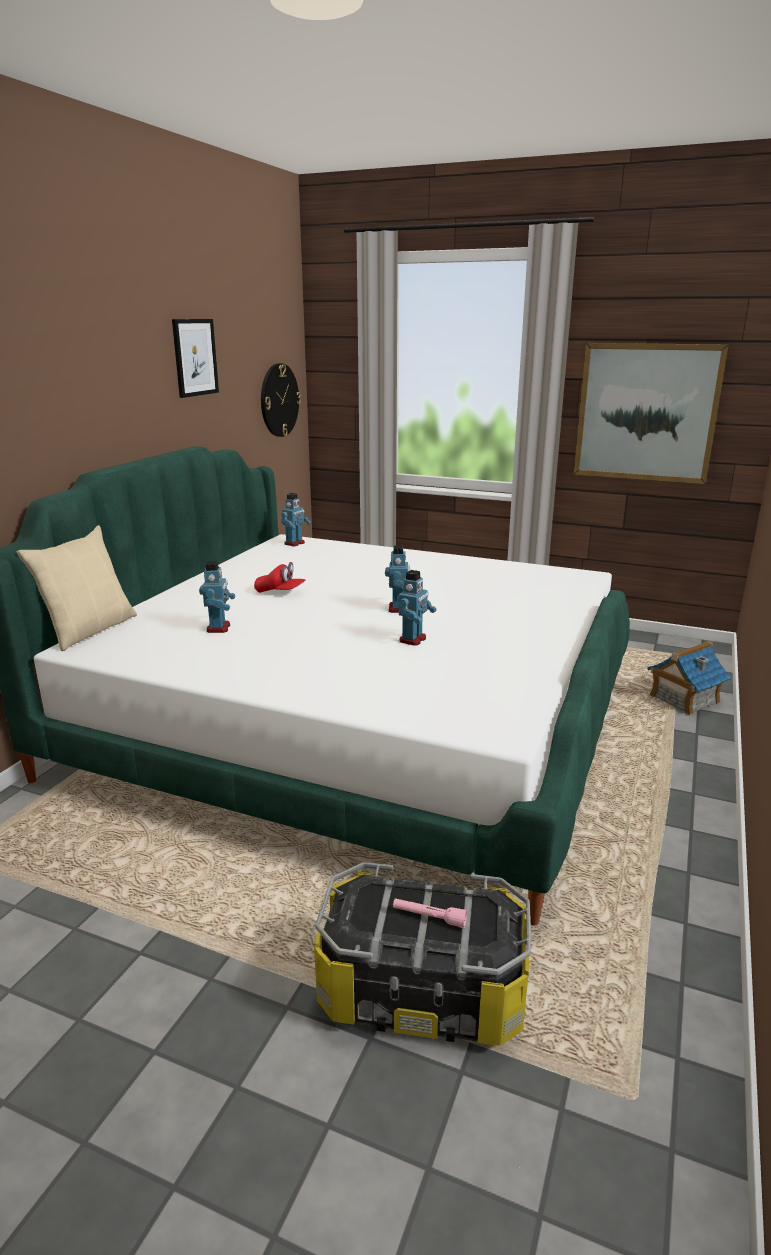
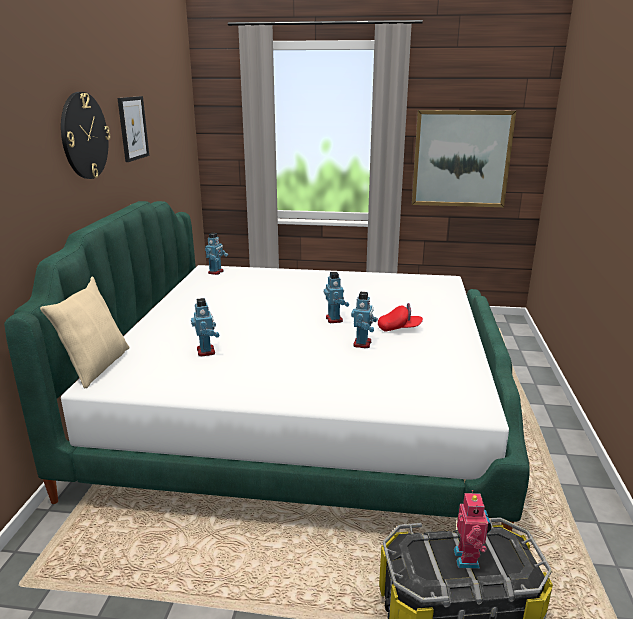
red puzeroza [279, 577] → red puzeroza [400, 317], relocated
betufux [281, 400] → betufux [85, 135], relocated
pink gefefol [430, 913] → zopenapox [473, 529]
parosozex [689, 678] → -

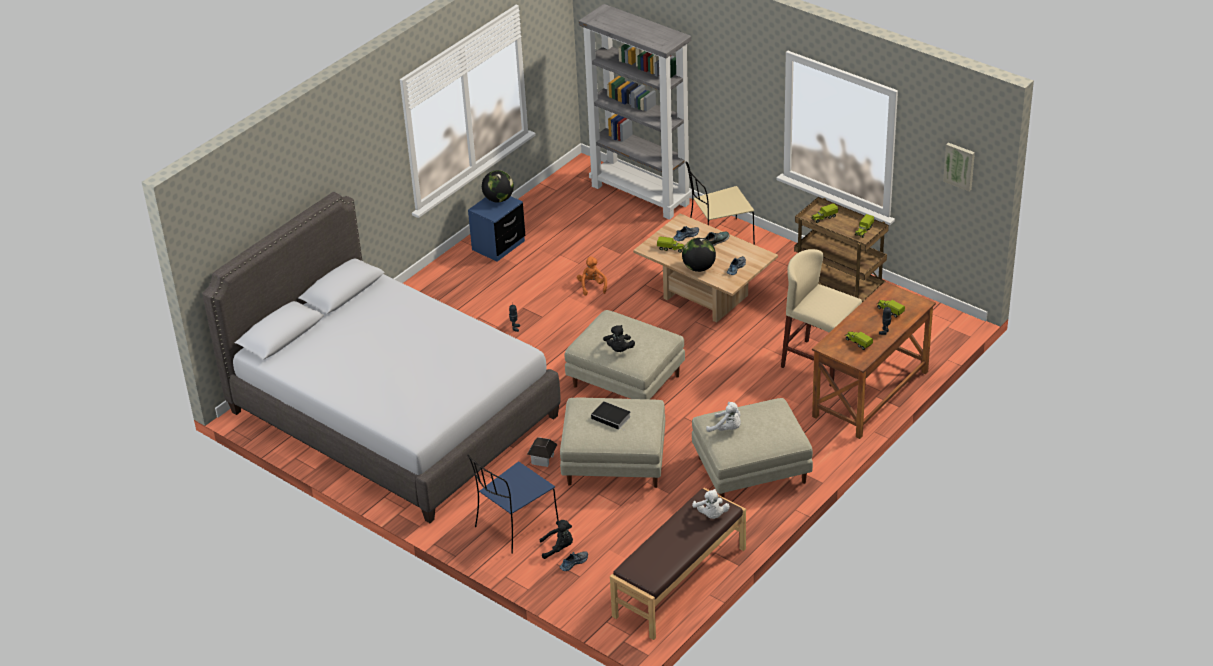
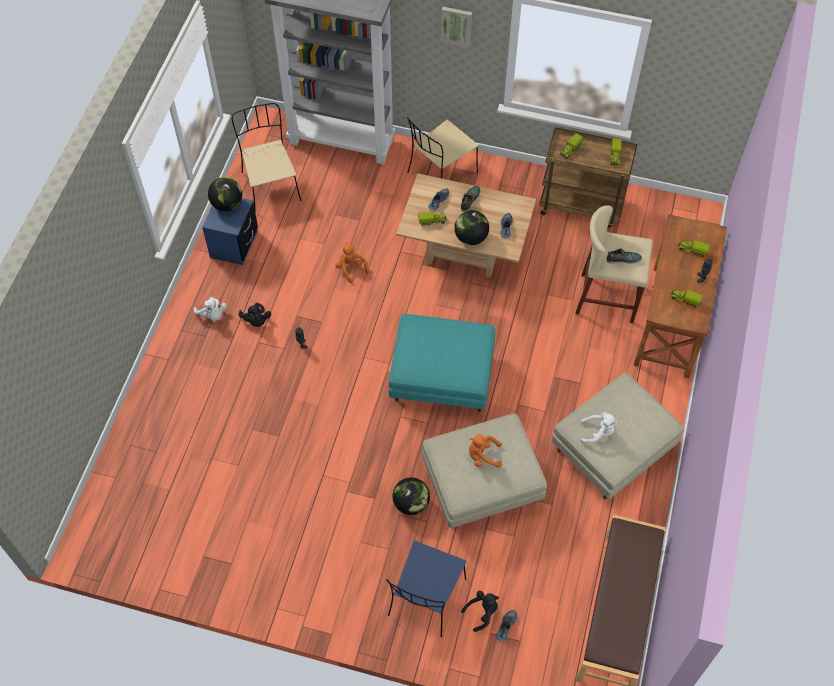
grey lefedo [381, 357] → -
parosozex [542, 452] → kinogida [411, 496]
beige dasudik [625, 354] → turquoise dasudik [442, 363]
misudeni [611, 416] → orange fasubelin [485, 451]
black fasubelin [619, 338] → black fasubelin [255, 315], relocated
white fasubelin [711, 504] → white fasubelin [210, 308], relocated
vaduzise [959, 167] → vaduzise [456, 27], relocated
- → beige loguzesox [266, 156]
- → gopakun [624, 256]

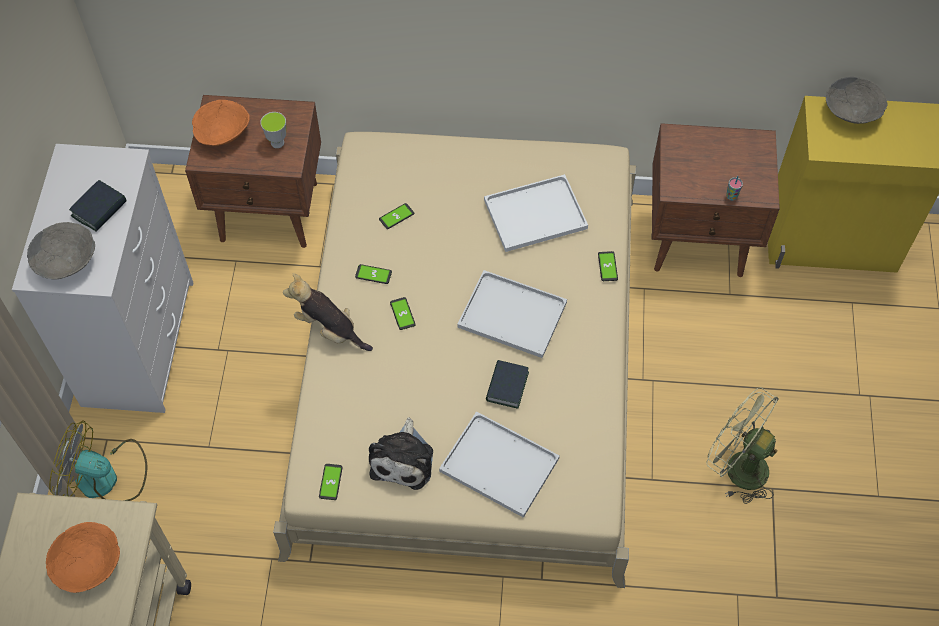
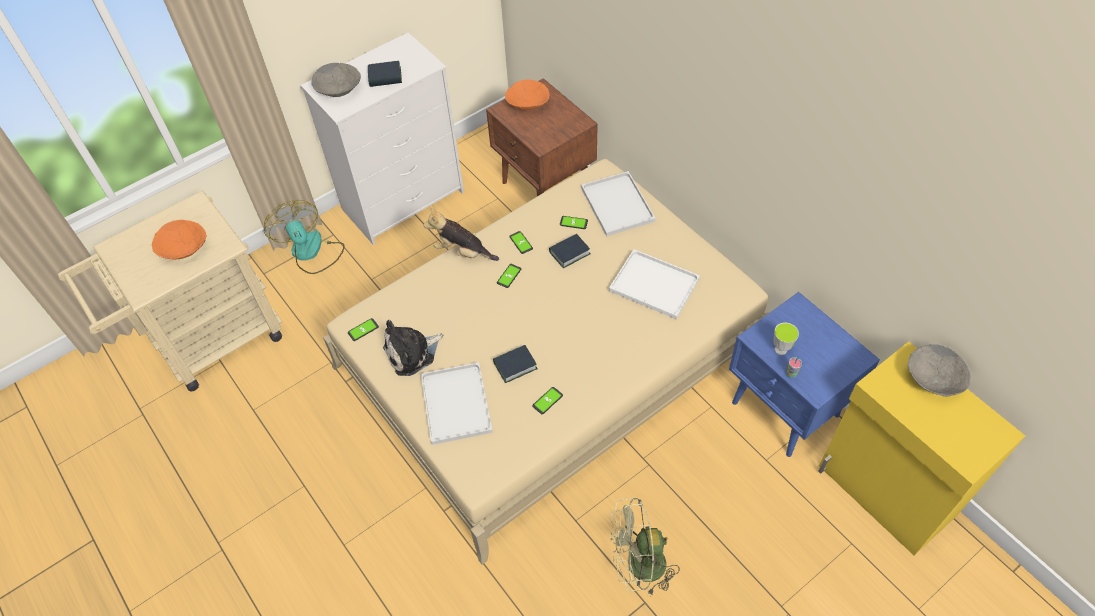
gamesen [273, 130] → gamesen [786, 339], relocated
fasubelin [328, 312] → fasubelin [461, 234], 60 degrees counterclockwise
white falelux [512, 314] → white falelux [618, 203], relocated
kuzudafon [608, 266] → kuzudafon [547, 400], relocated
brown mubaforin [716, 200] → blue mubaforin [804, 374]
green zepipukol [742, 445] → green zepipukol [645, 547], 90 degrees counterclockwise
- → misudeni [569, 251]

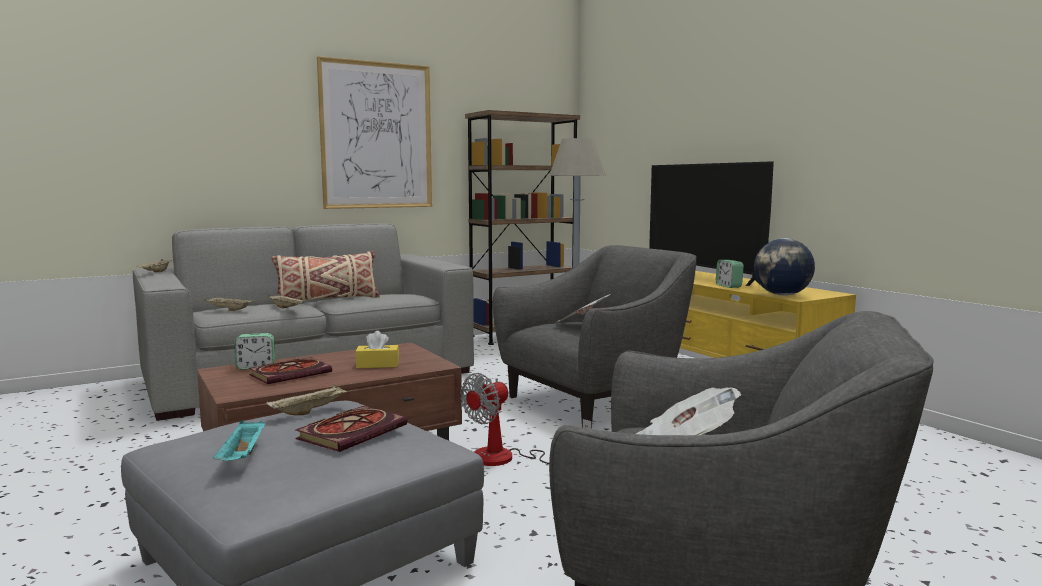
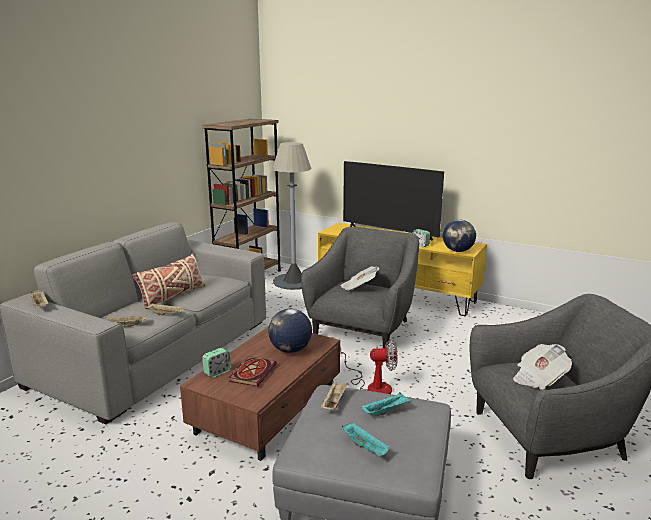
misudeni [352, 429] → turquoise falelux [386, 404]
vaduzise [374, 132] → -
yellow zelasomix [377, 349] → kinogida [290, 331]
zepipukol [526, 419] → zepipukol [369, 366], 105 degrees counterclockwise

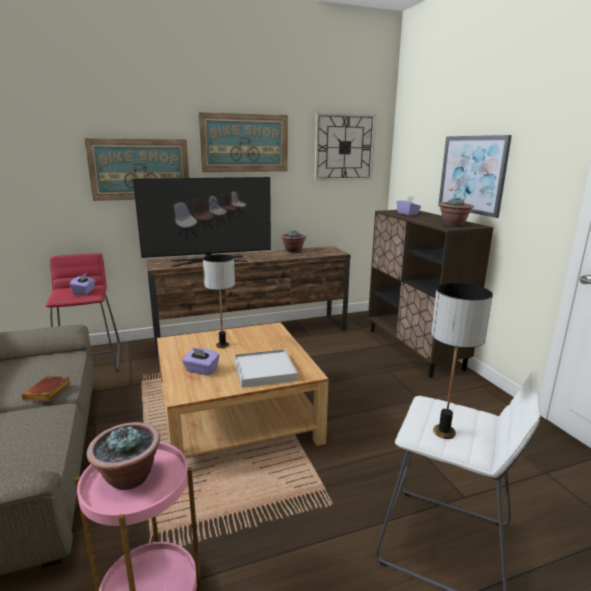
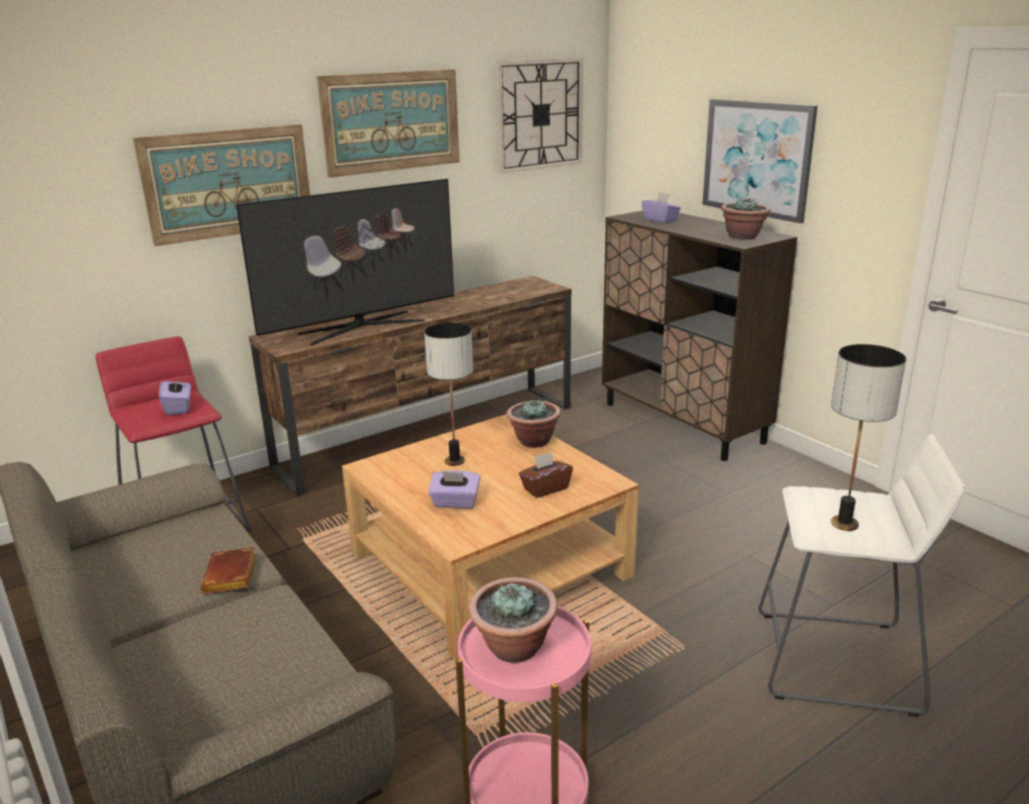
white falelux [266, 368] → brown zelasomix [546, 475]
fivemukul [293, 242] → fivemukul [534, 423], relocated

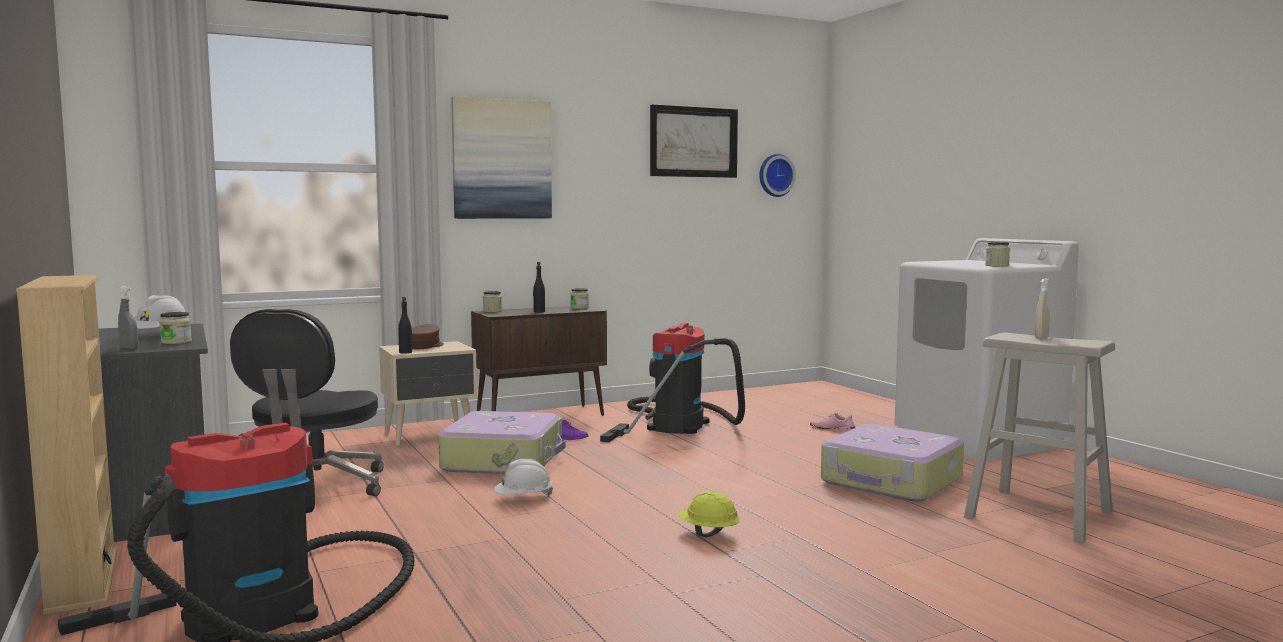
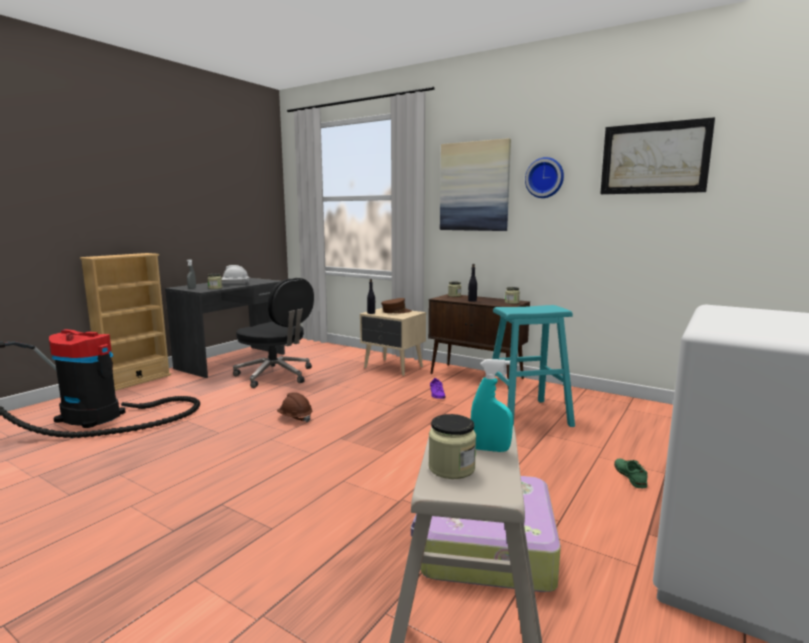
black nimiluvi [307, 402] → black nimiluvi [273, 333], 120 degrees counterclockwise
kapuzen [502, 442] → -
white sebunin [523, 477] → brown sebunin [295, 407]
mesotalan [672, 382] → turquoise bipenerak [533, 366]
yellow sebunin [709, 514] → -
betufux [777, 175] → betufux [544, 177], relocated
pink gopakun [832, 422] → green gopakun [630, 473]
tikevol [997, 254] → tikevol [452, 446], relocated
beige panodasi [1042, 308] → turquoise panodasi [492, 405]

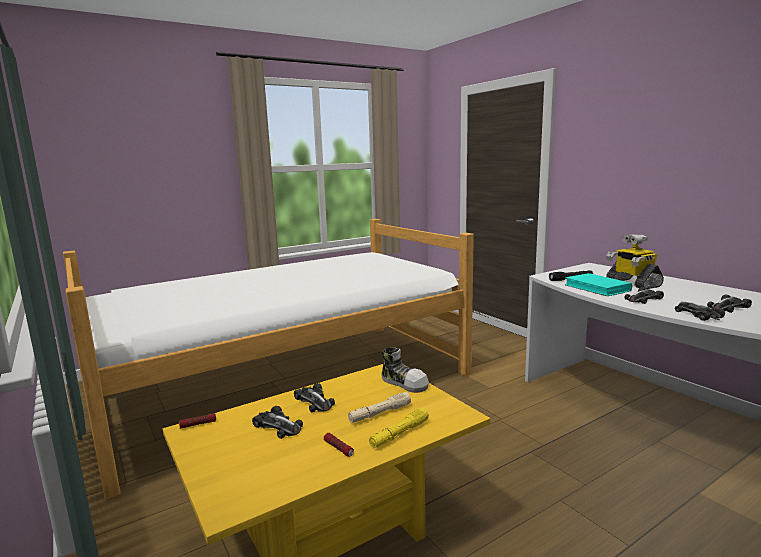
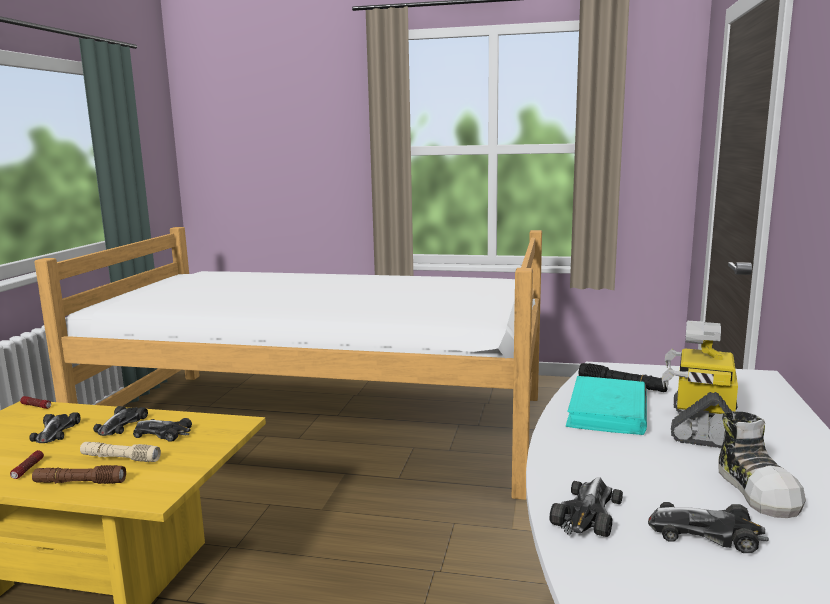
yellow gefefol [399, 428] → brown gefefol [79, 474]
gopakun [405, 370] → gopakun [762, 464], relocated
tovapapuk [644, 295] → tovapapuk [162, 430], relocated

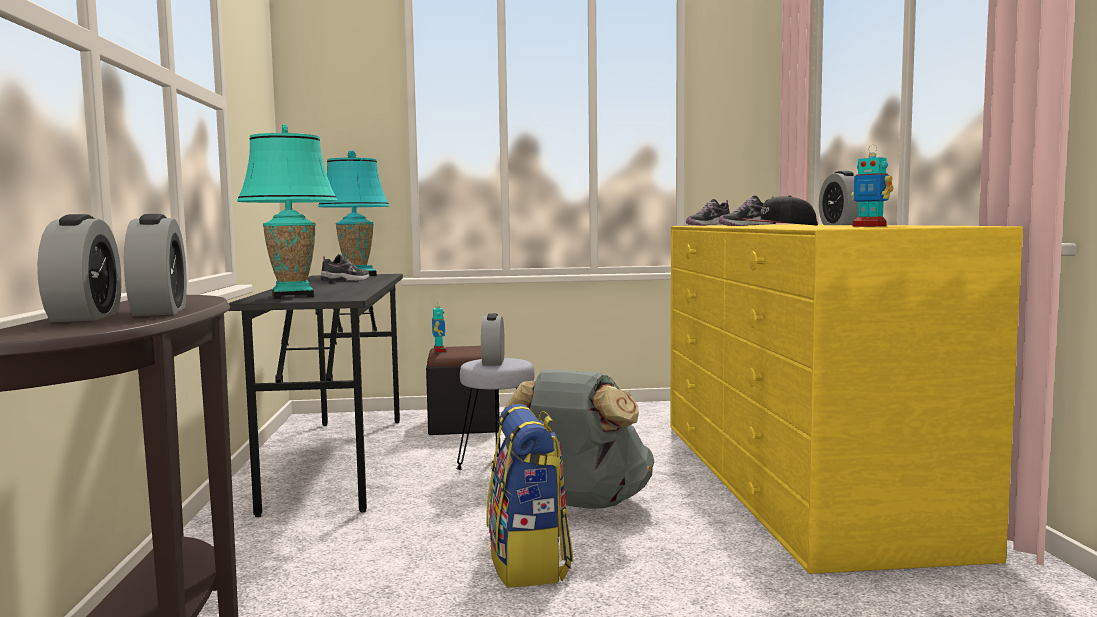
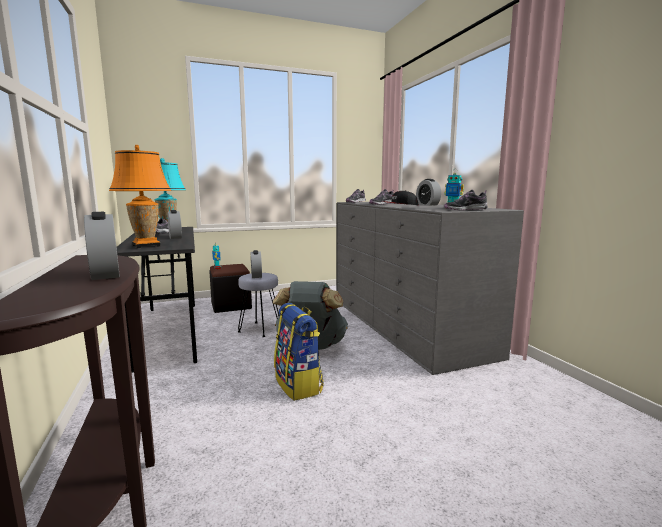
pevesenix [79, 268] → pevesenix [175, 224], relocated
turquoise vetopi [287, 211] → orange vetopi [140, 196]
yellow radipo [847, 399] → grey radipo [430, 288]
- → gopakun [466, 200]

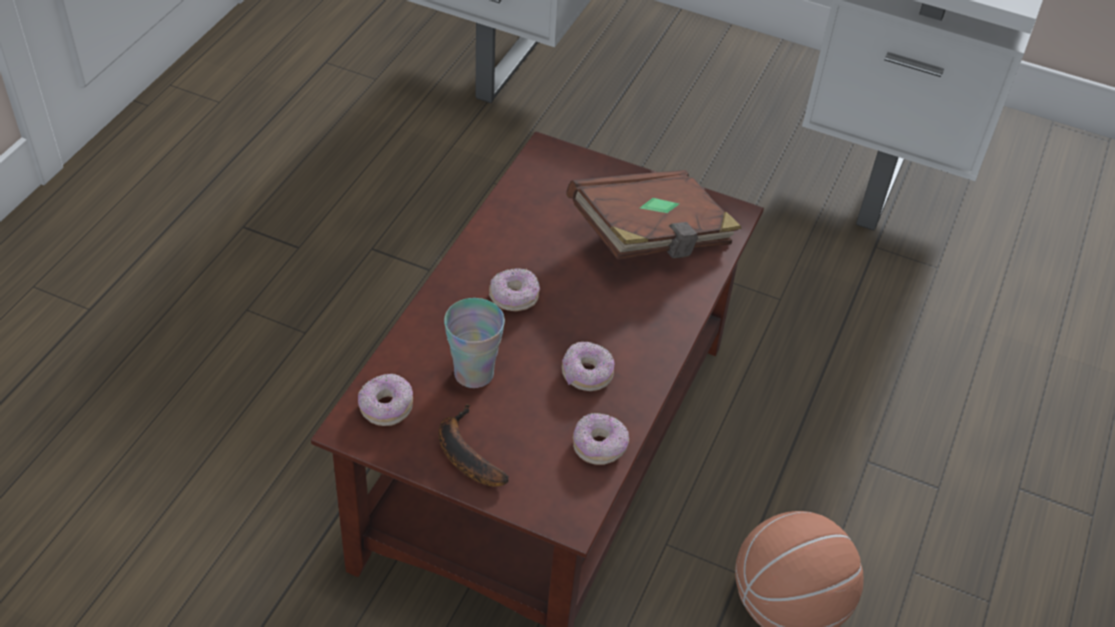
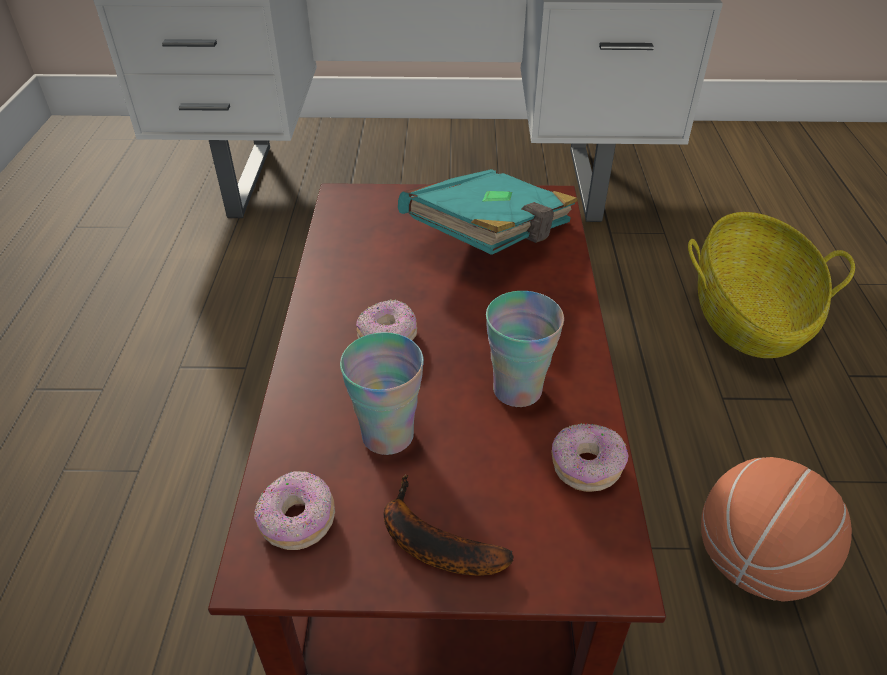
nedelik [588, 366] → gamesen [525, 349]
brown misudeni [654, 215] → turquoise misudeni [488, 212]
- → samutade [771, 285]

